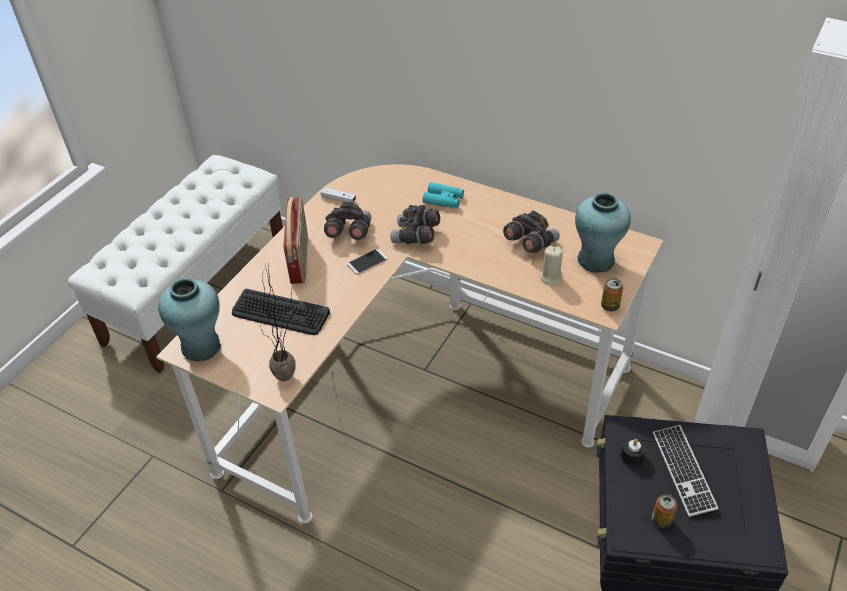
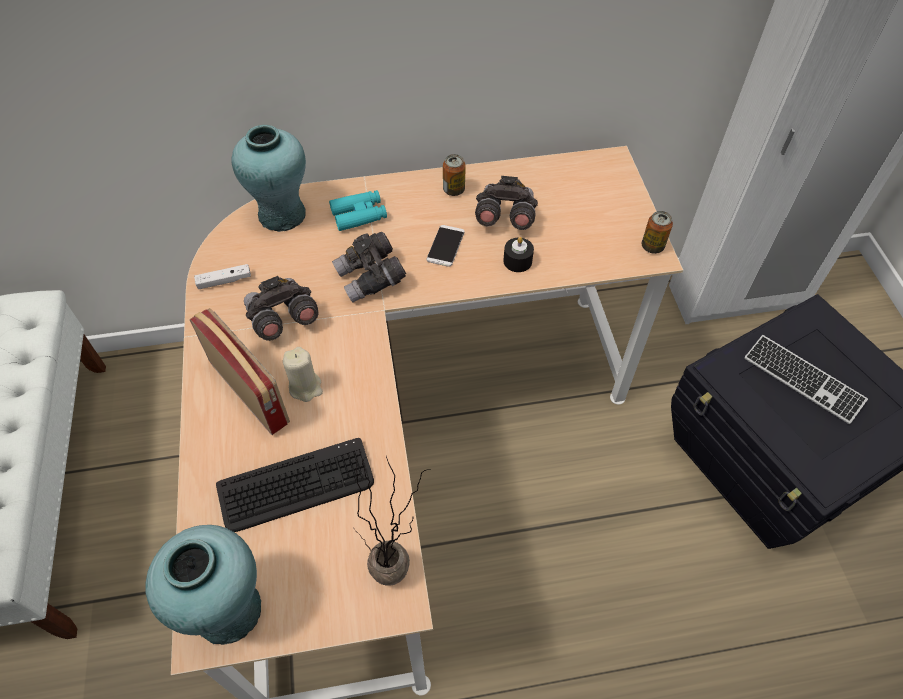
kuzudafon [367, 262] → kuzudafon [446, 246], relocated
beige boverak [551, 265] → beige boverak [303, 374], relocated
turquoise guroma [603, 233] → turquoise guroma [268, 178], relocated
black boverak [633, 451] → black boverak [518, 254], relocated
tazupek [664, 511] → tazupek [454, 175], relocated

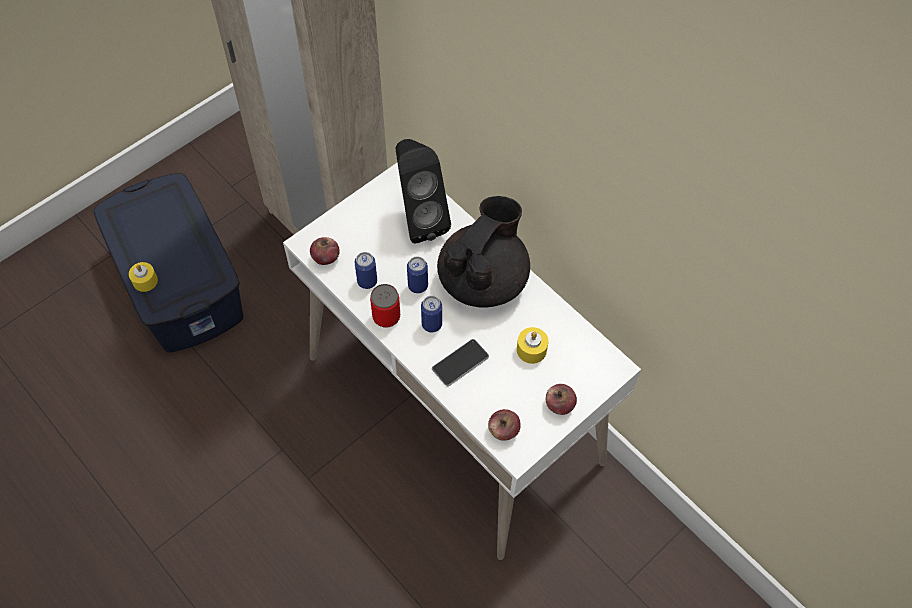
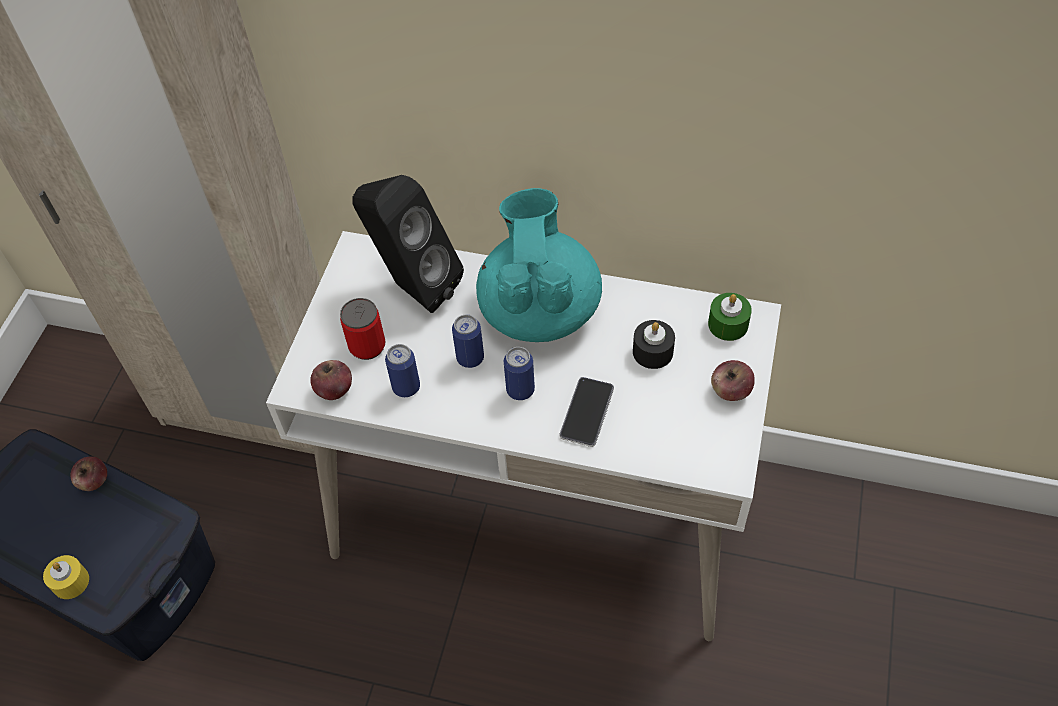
tazupek [385, 306] → tazupek [363, 329], relocated
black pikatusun [483, 252] → turquoise pikatusun [539, 265]
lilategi [504, 425] → lilategi [88, 473], relocated
yellow boverak [532, 345] → black boverak [654, 344]
- → green boverak [730, 317]

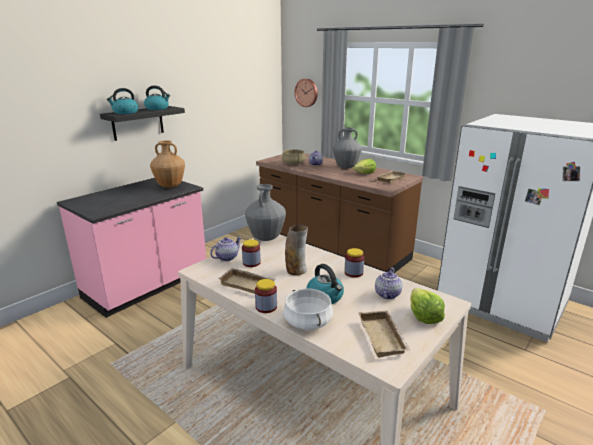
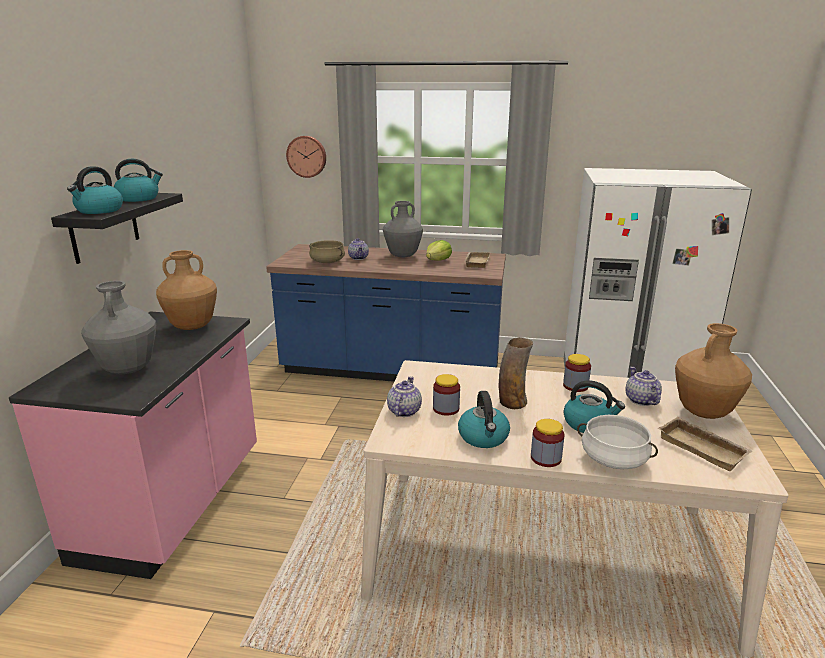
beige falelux [247, 281] → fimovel [484, 419]
grey guroma [265, 212] → grey guroma [118, 327], relocated
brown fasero [339, 213] → blue fasero [386, 313]
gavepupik [427, 306] → brown guroma [713, 371]

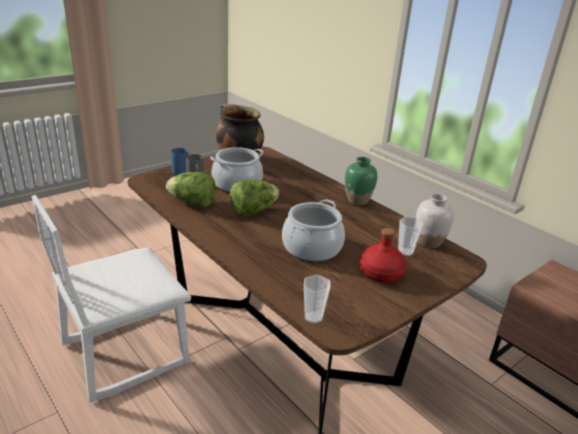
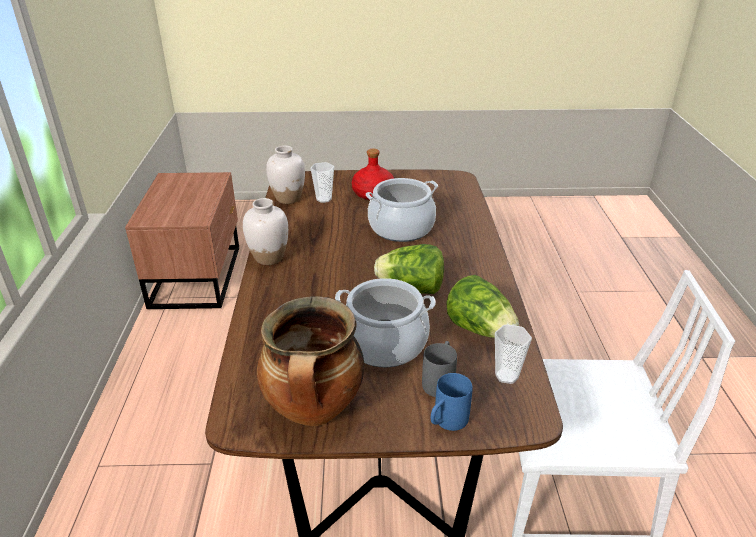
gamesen [317, 299] → gamesen [513, 354], relocated
green guroma [361, 181] → white guroma [265, 231]

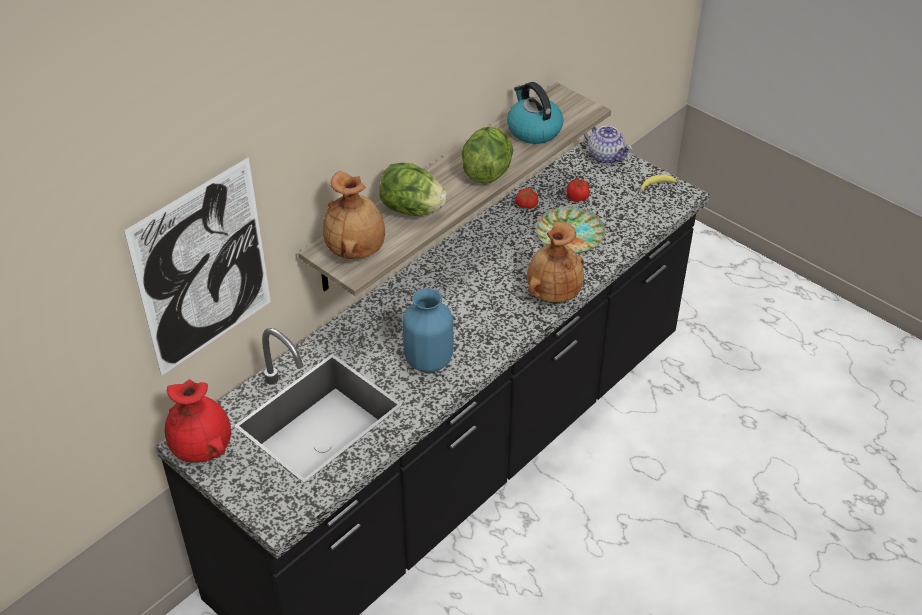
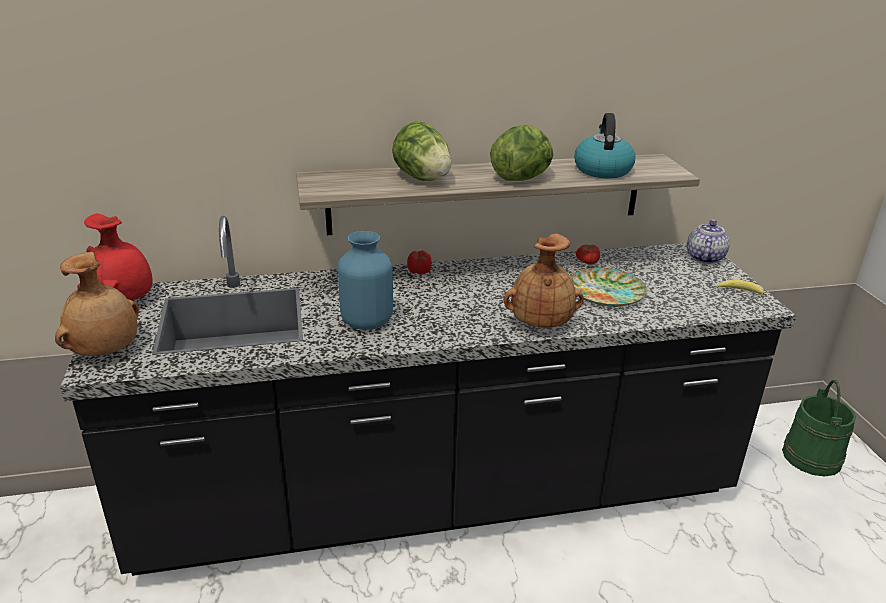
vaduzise [197, 266] → -
brown guroma [354, 215] → brown guroma [97, 304], relocated
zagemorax [578, 190] → zagemorax [419, 262], relocated
pikatusun [608, 145] → pikatusun [708, 242], 150 degrees counterclockwise
- → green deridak [819, 428]

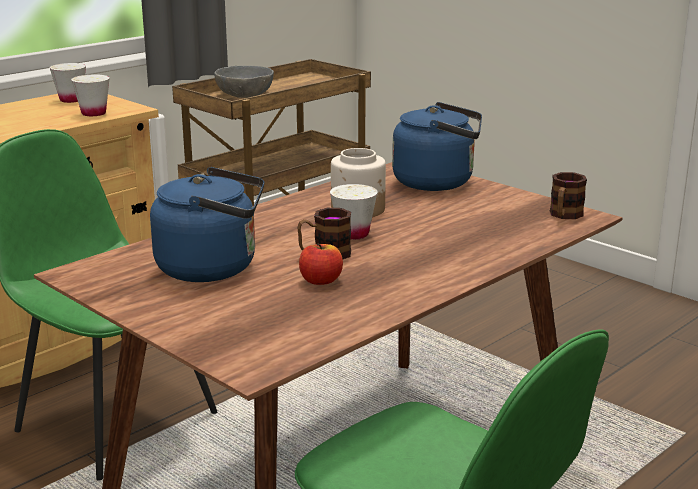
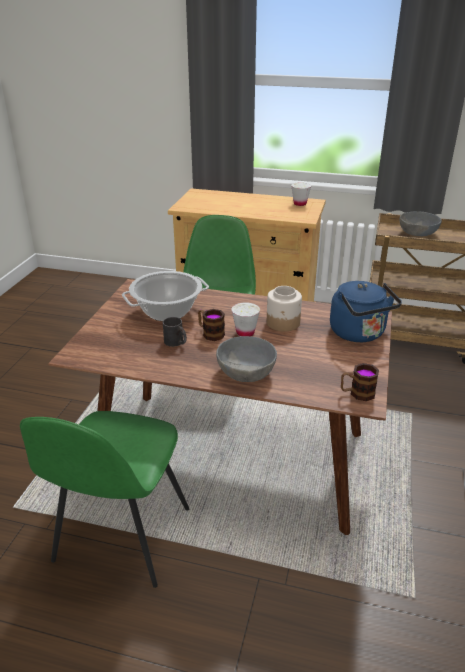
white gamesen [90, 95] → -
blue fimovel [207, 224] → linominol [165, 296]
lilategi [321, 264] → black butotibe [175, 332]
- → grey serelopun [246, 359]

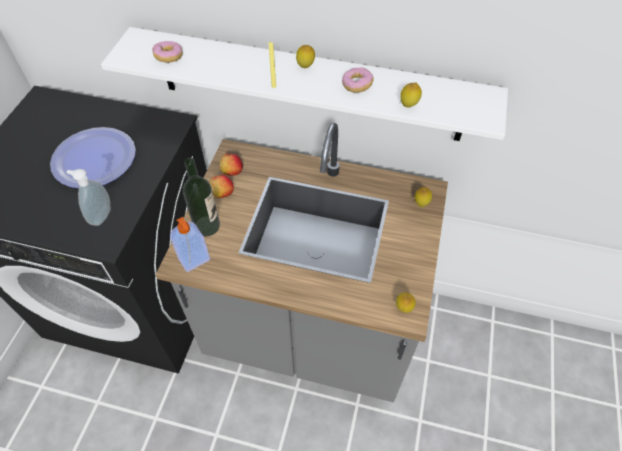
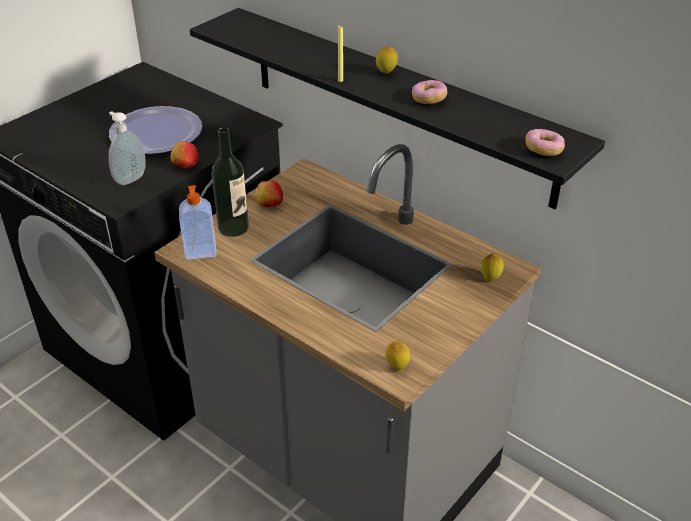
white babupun [304, 84] → black babupun [397, 108]
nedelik [167, 52] → nedelik [545, 142], relocated
lilategi [231, 164] → lilategi [184, 154], relocated
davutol [411, 95] → -

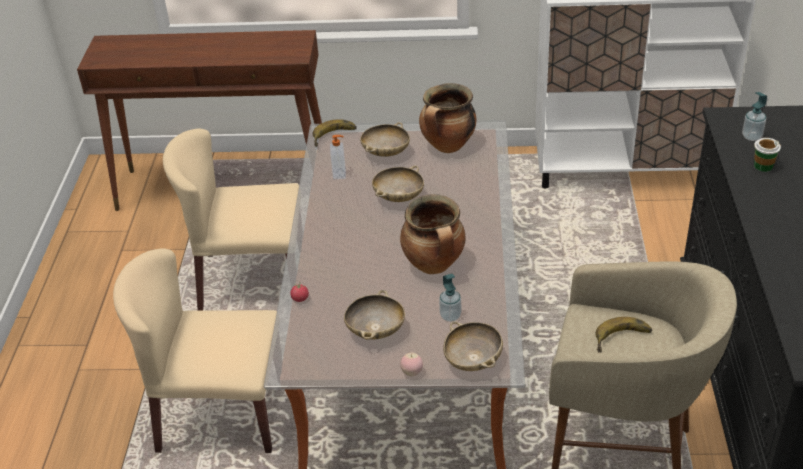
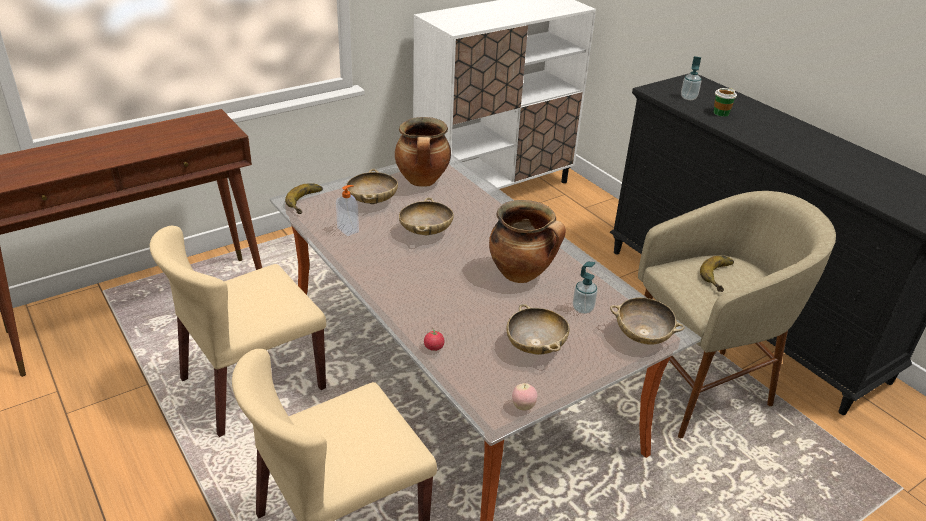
lilategi [411, 364] → lilategi [525, 397], relocated

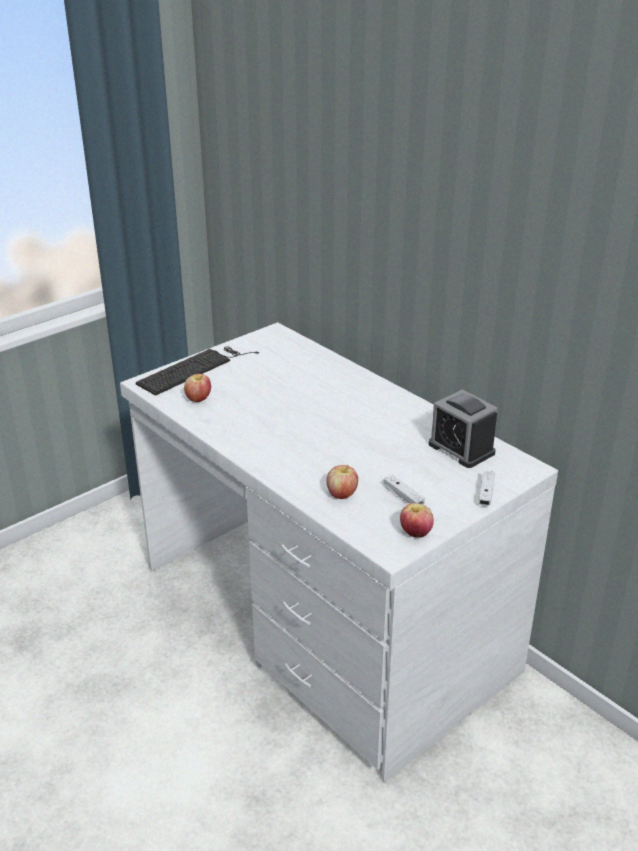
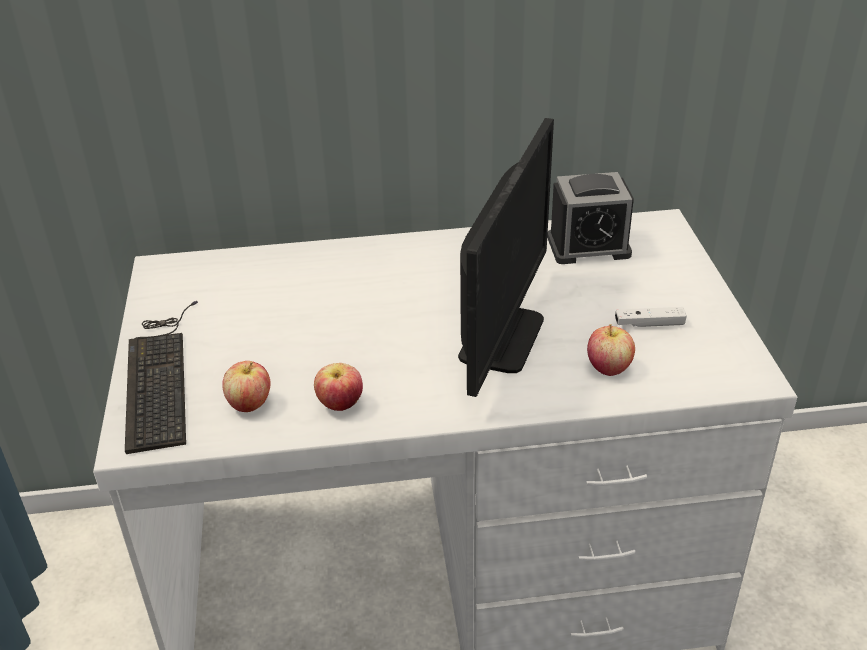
lilategi [417, 520] → lilategi [338, 387], relocated
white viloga [486, 488] → -
- → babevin [506, 257]

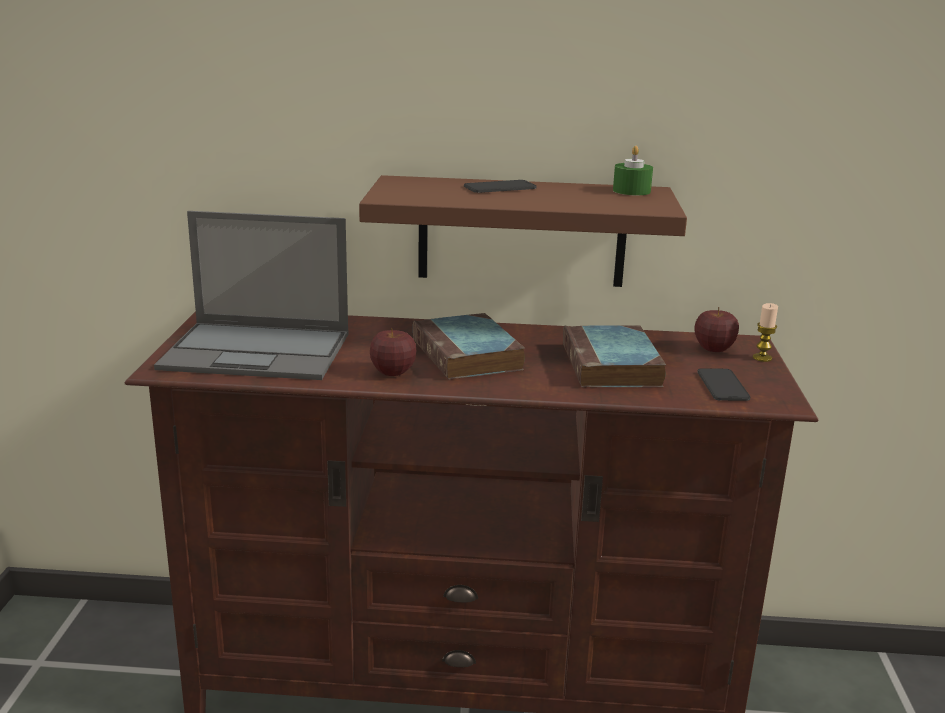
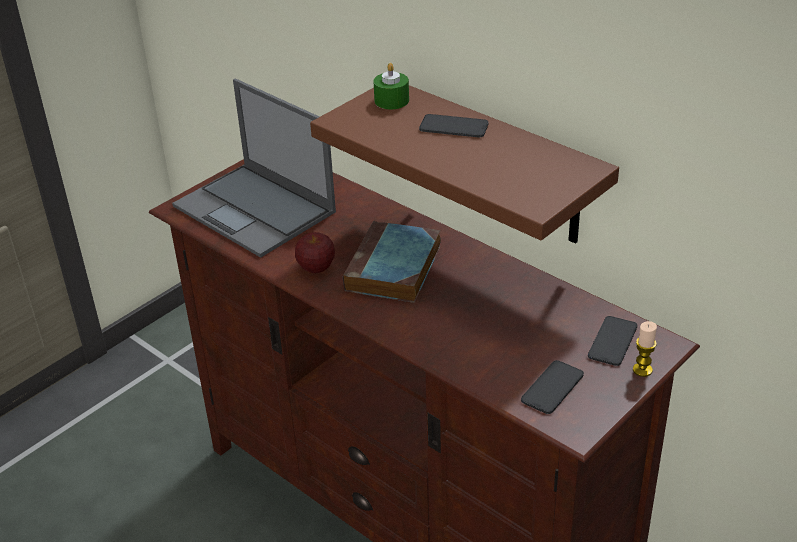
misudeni [614, 356] → -
green boverak [633, 170] → green boverak [391, 86], relocated
lilategi [716, 329] → kuzudafon [612, 341]

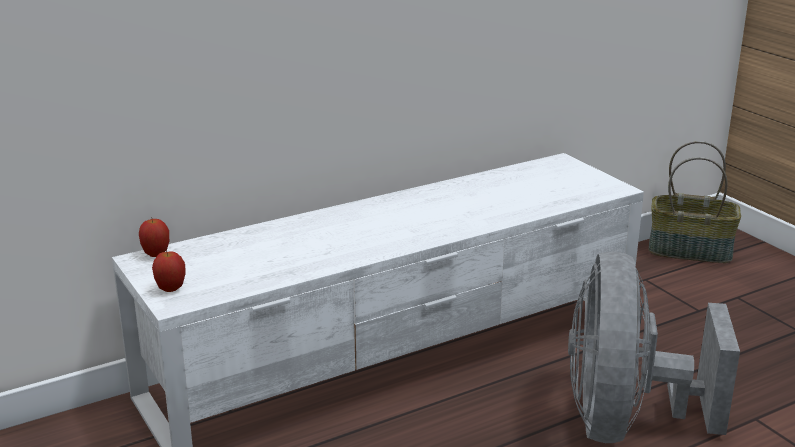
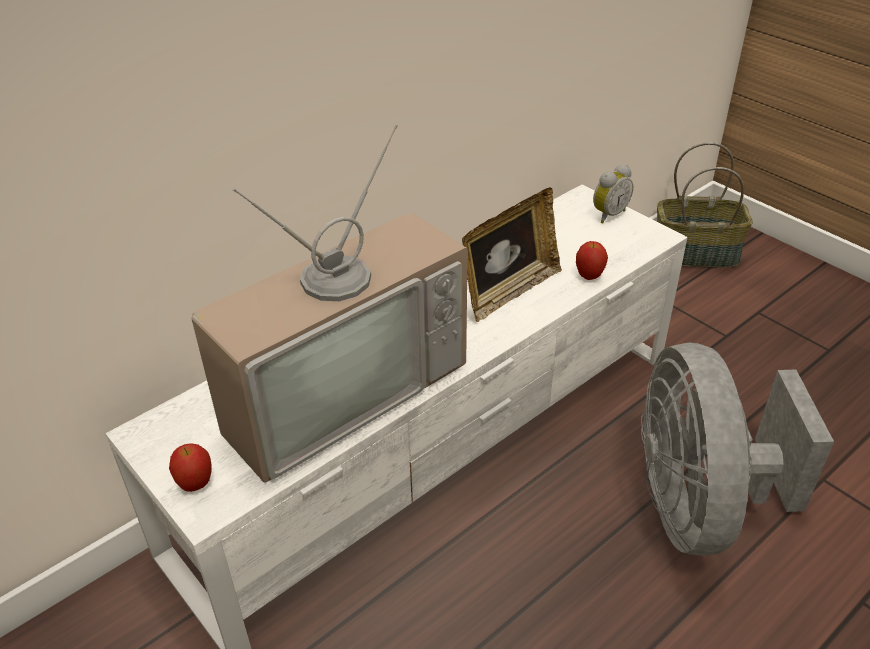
lilategi [154, 238] → lilategi [592, 260], relocated
- → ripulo [329, 304]
- → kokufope [512, 254]
- → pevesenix [613, 193]

